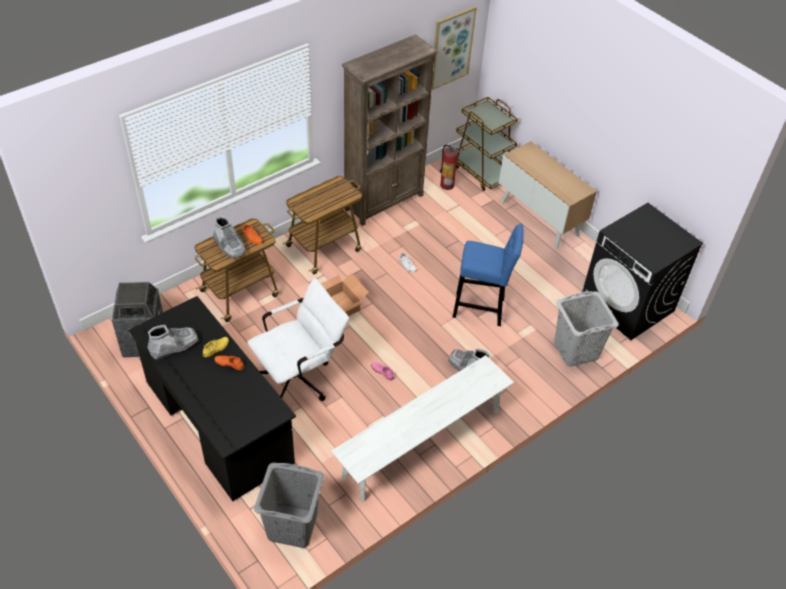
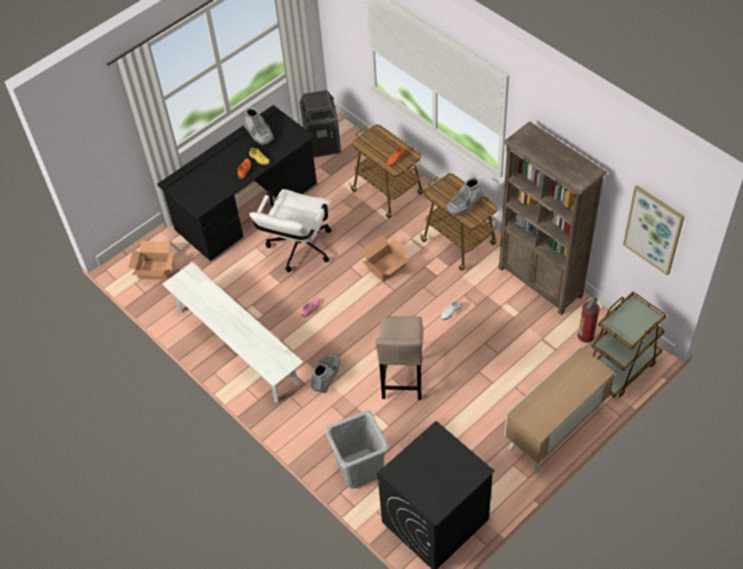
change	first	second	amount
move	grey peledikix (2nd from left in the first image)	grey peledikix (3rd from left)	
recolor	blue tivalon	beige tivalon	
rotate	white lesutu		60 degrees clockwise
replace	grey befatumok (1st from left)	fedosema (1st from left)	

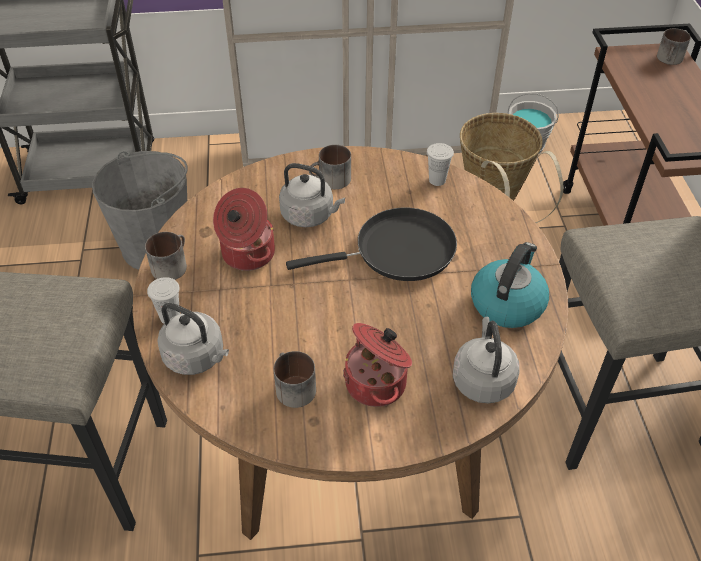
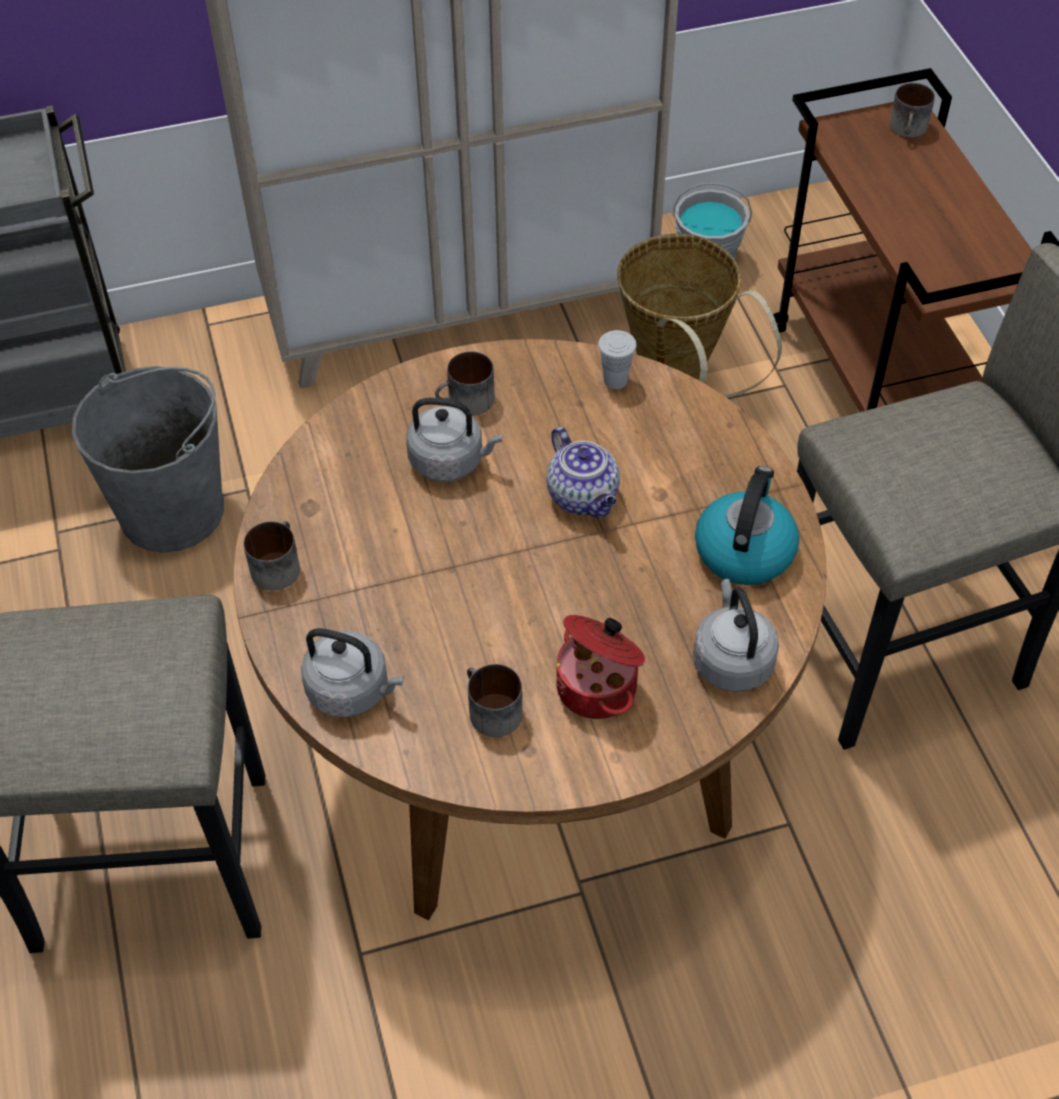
change	first	second	amount
delete	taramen (1st from left)		
replace	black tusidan	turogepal	
delete	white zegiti (1st from left)		

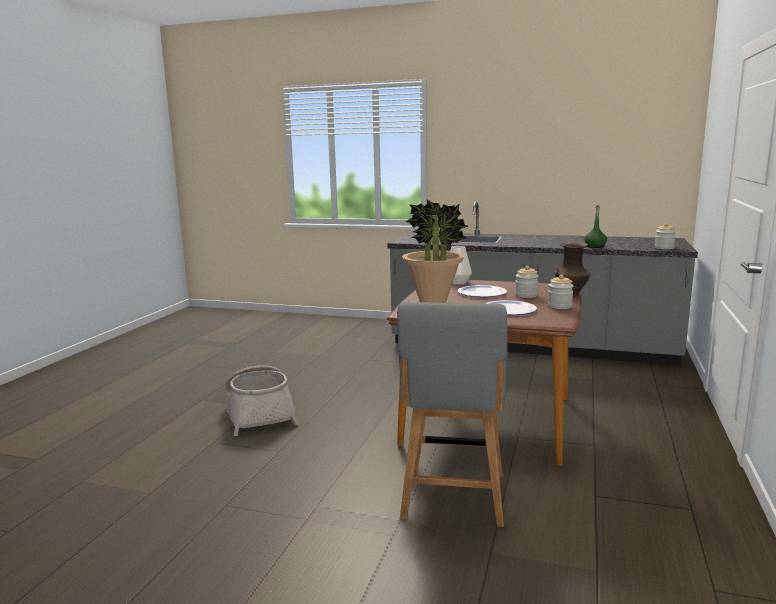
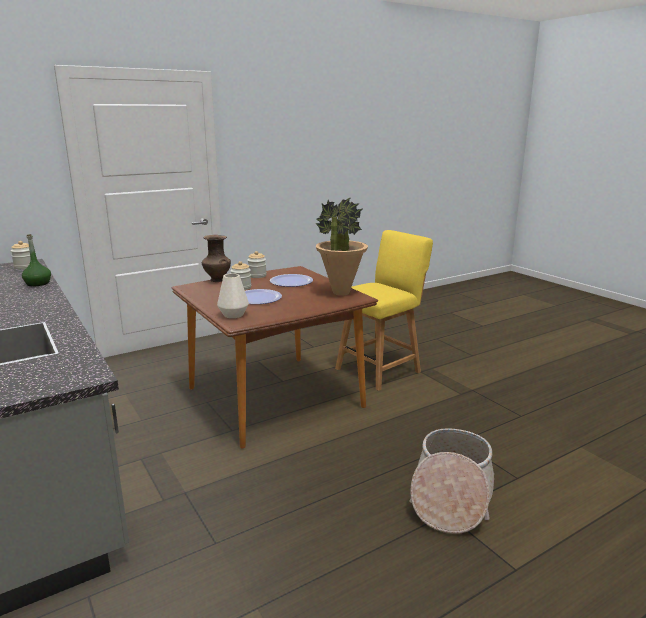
change	first	second	amount
recolor	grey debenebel	yellow debenebel	

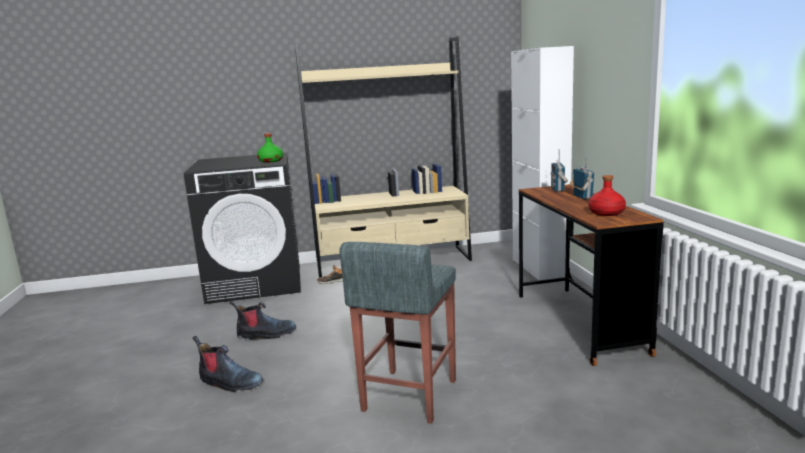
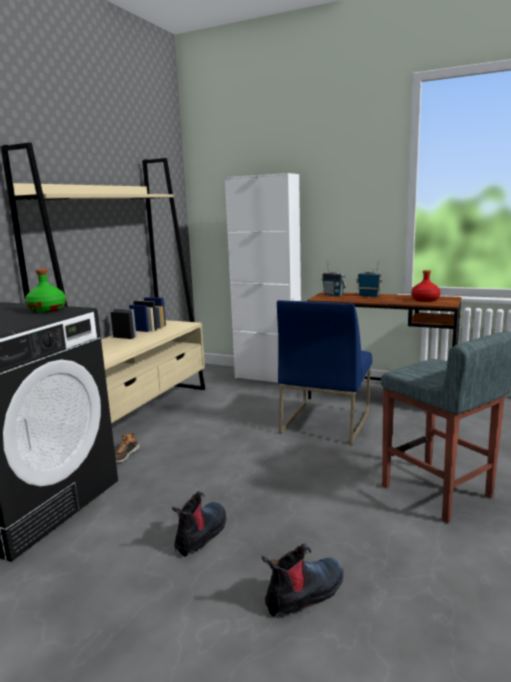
change	first	second	amount
insert		blue debenebel	

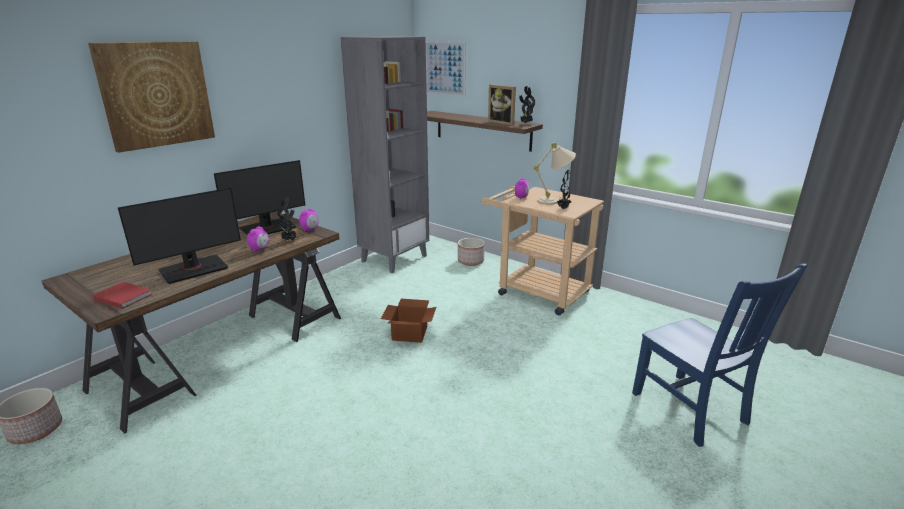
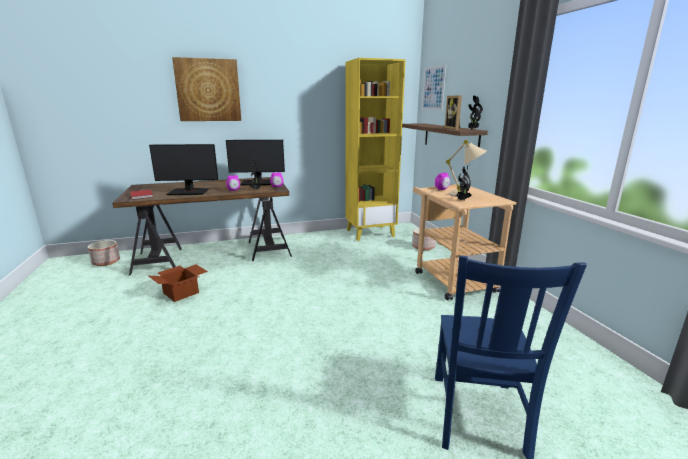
change	first	second	amount
recolor	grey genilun	yellow genilun	
move	fedosema		

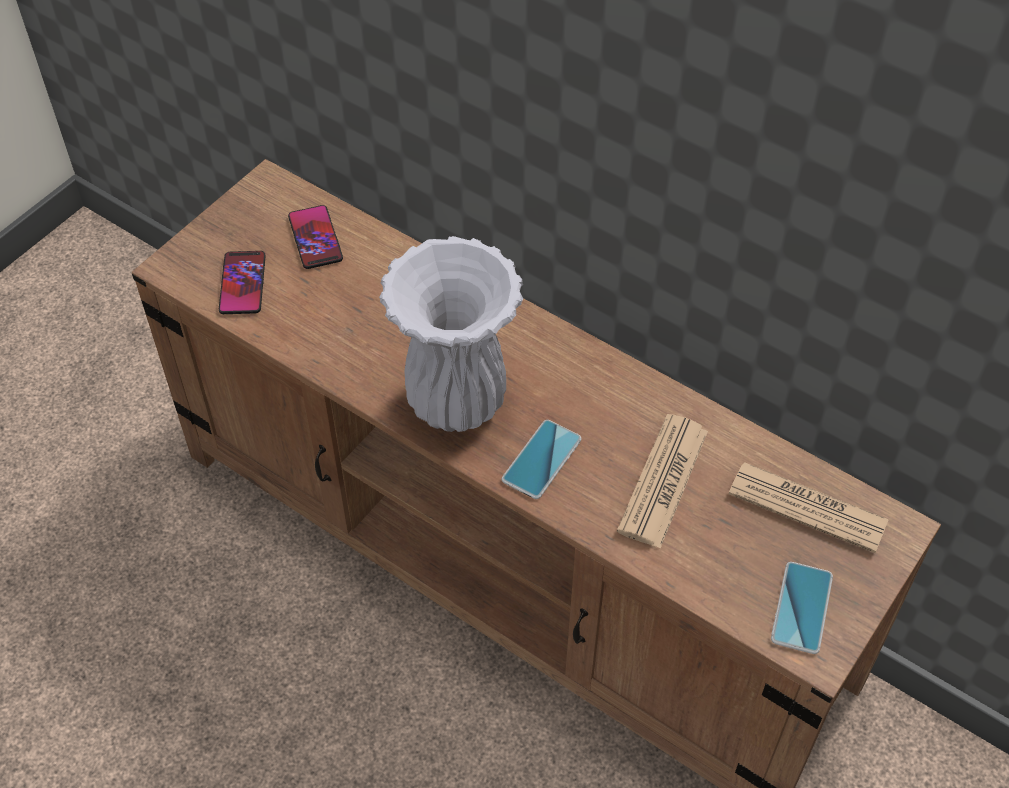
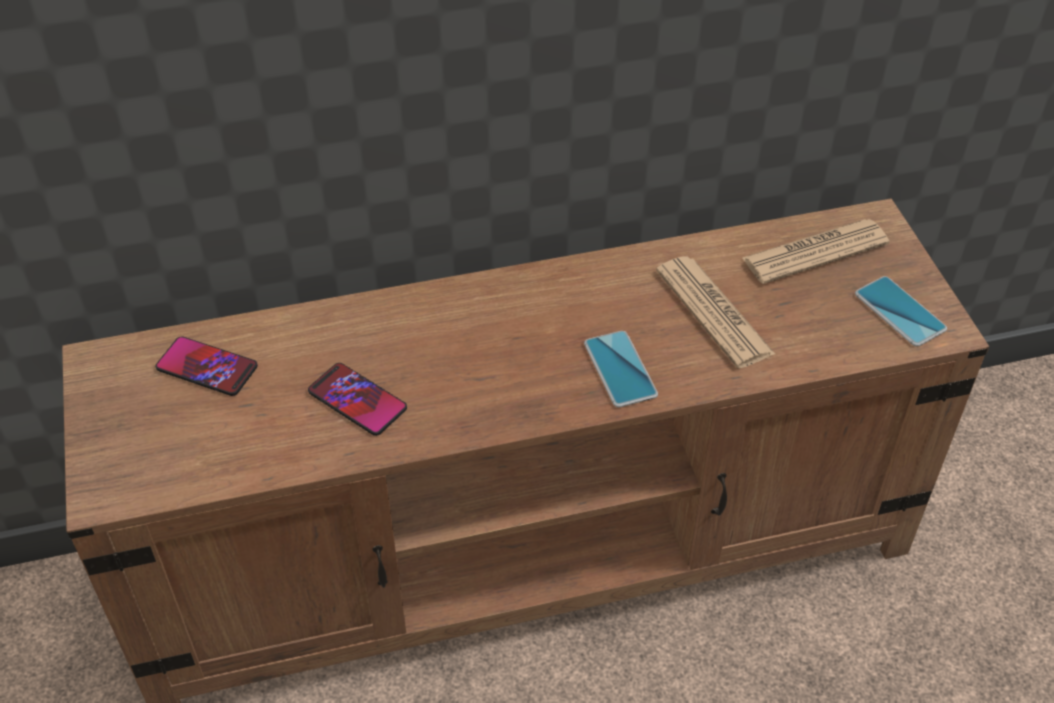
change	first	second	amount
delete	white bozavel		
move	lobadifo (1st from left in the first image)	lobadifo (2nd from left)	

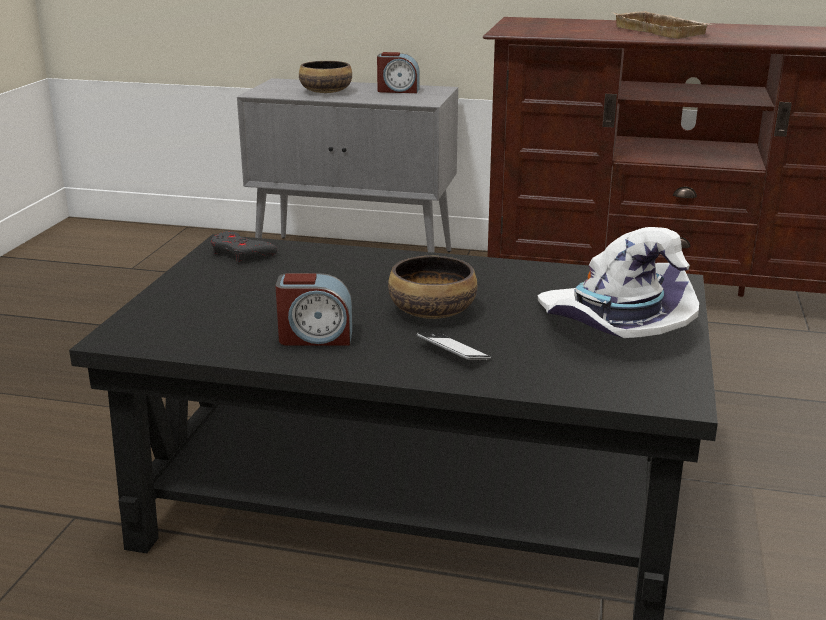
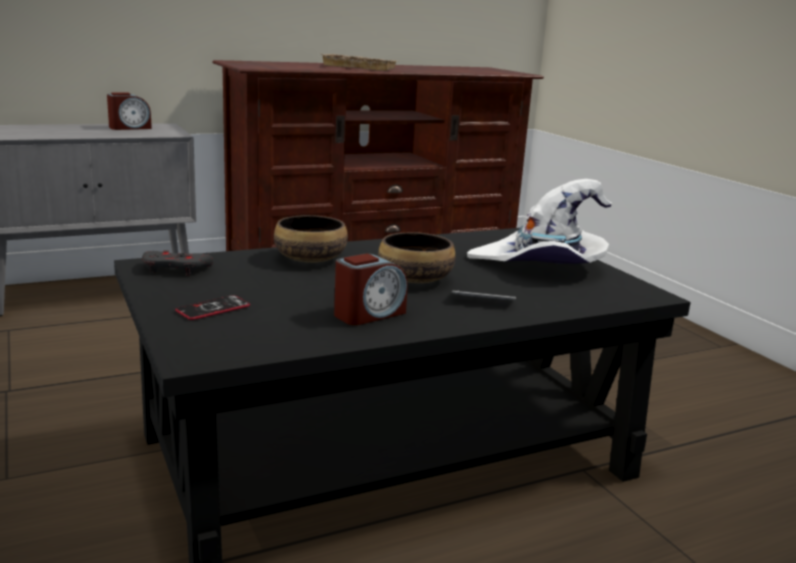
change	first	second	amount
move	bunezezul (1st from left)		
insert		lobadifo (1st from left)	

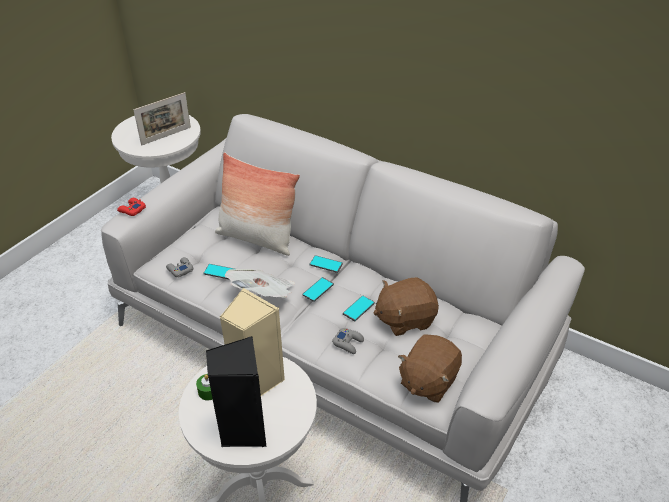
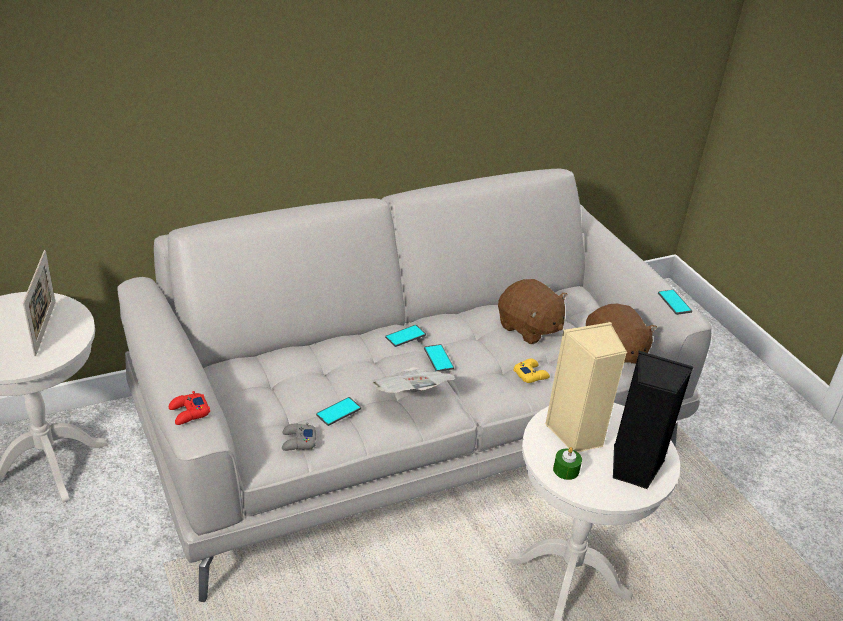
change	first	second	amount
delete	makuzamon		
rotate	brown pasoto (1st from left)		60 degrees counterclockwise
move	lobadifo (4th from left)		
recolor	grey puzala (2nd from left)	yellow puzala	

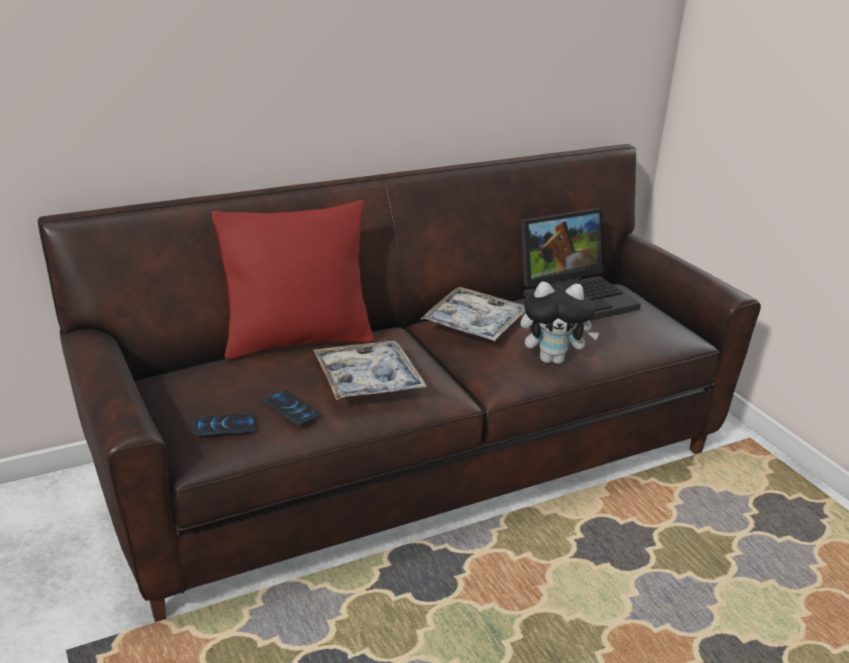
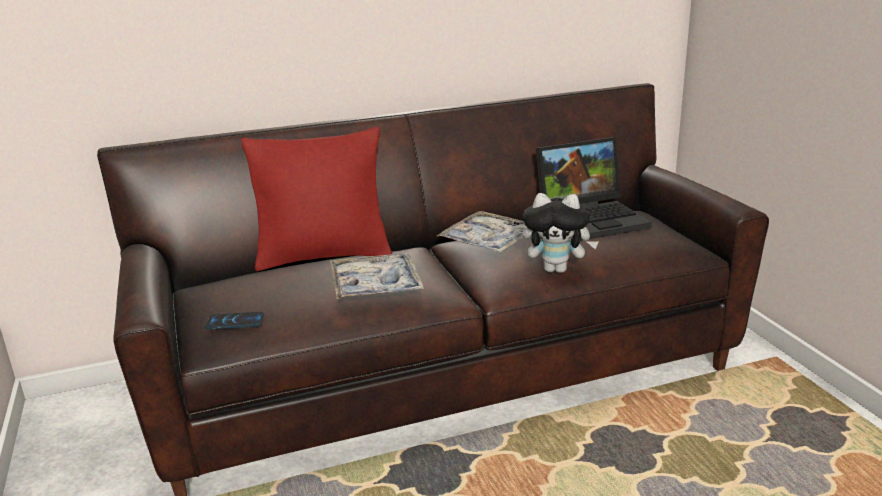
change	first	second	amount
delete	lobadifo (2nd from left)		

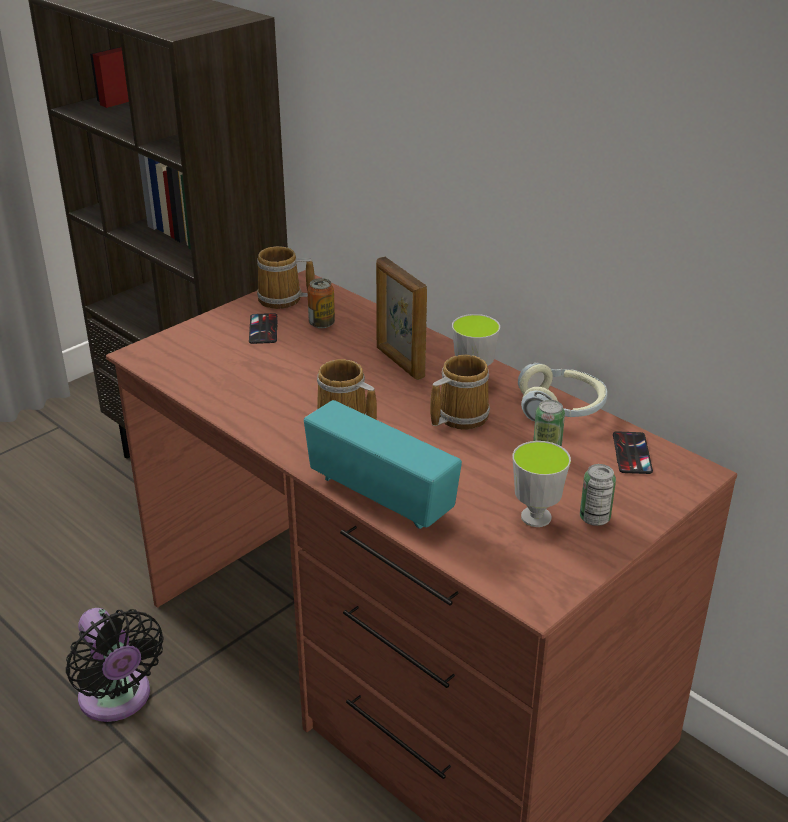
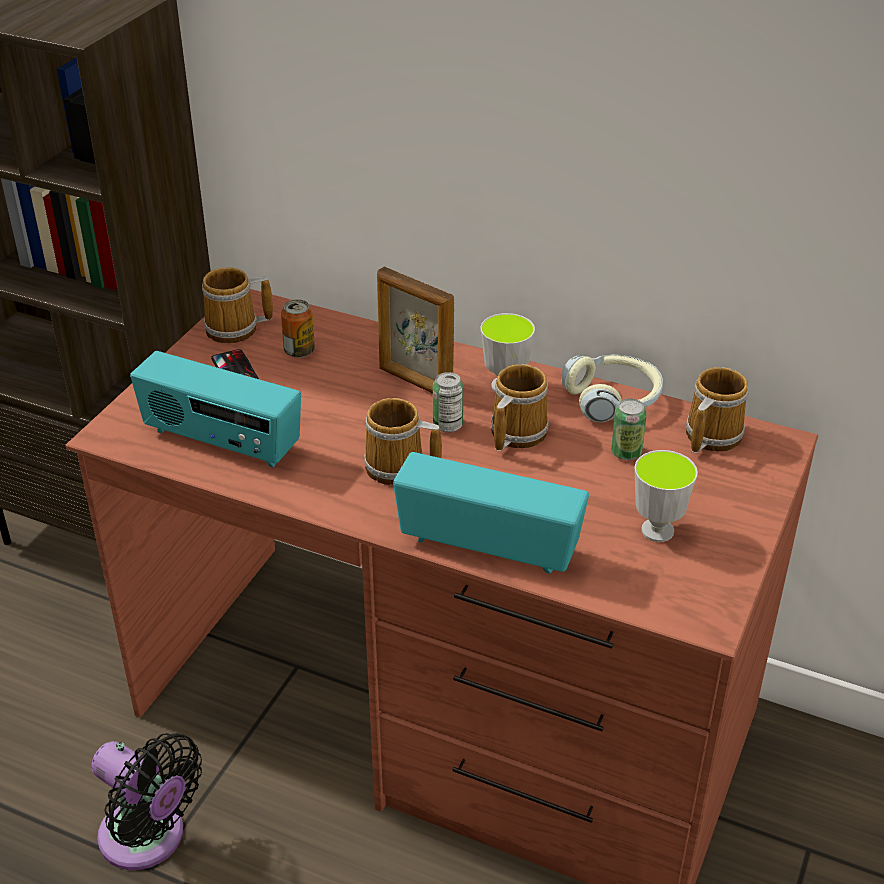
change	first	second	amount
replace	lobadifo (2nd from left)	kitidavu (4th from left)	
move	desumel (3rd from left in the first image)	desumel (2nd from left)	
insert		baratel (1st from left)	

